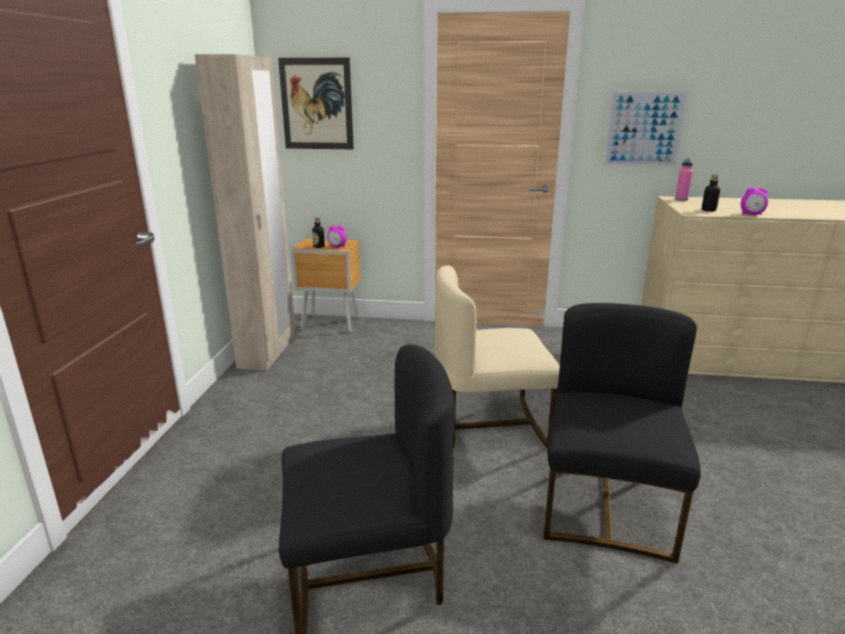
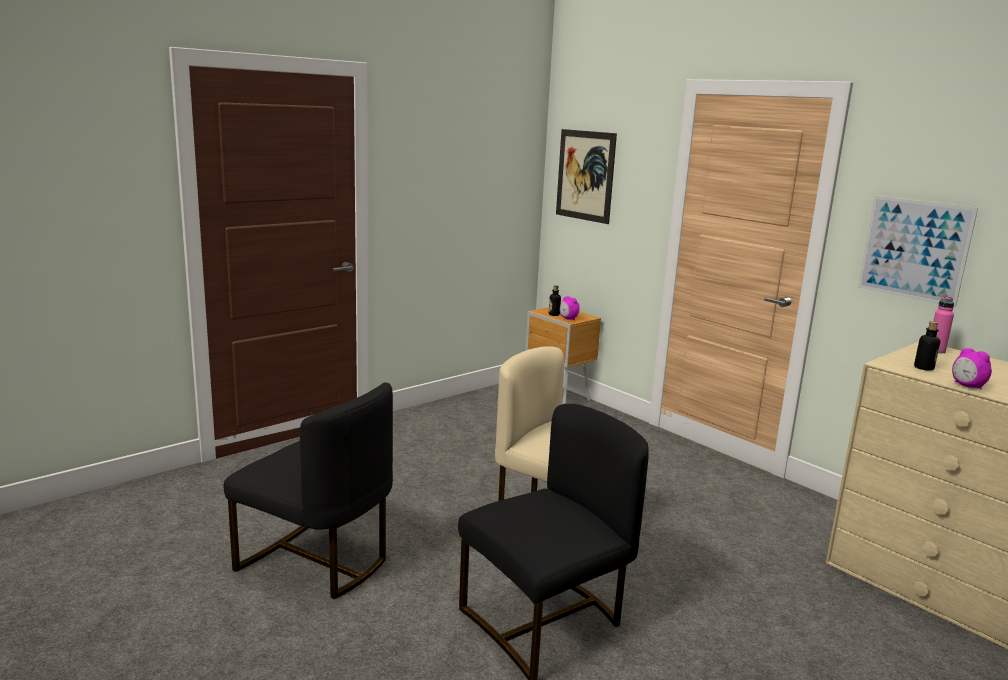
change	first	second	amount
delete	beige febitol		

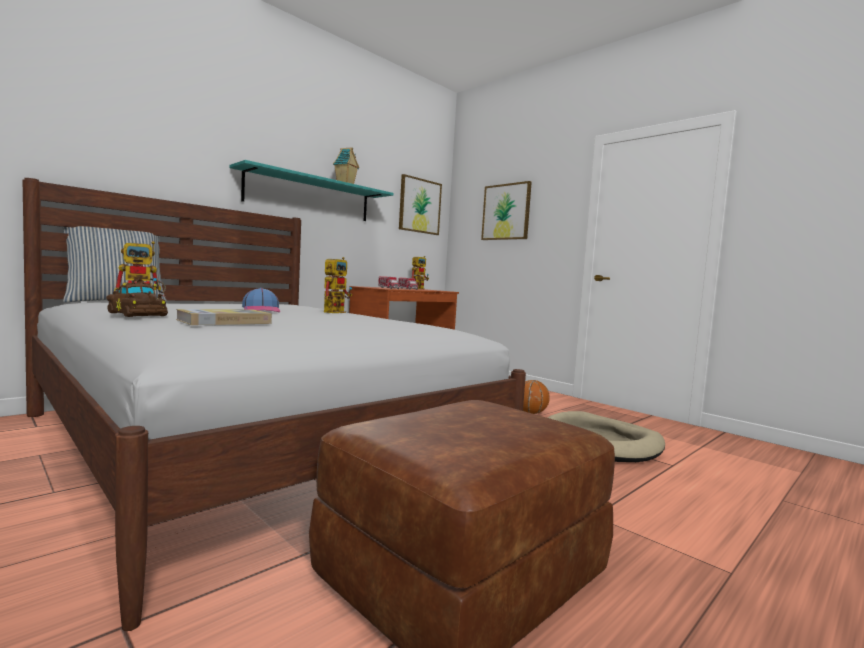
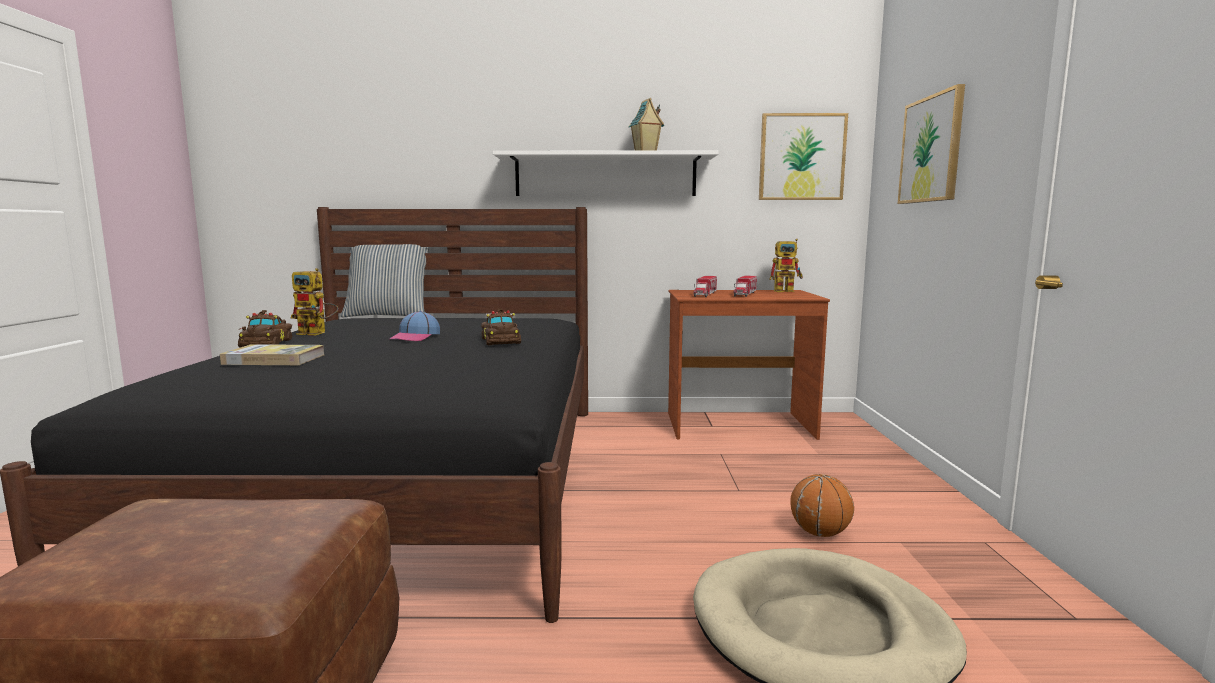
change	first	second	amount
recolor	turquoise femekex	white femekex	
recolor	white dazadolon	black dazadolon	
replace	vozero (2nd from left)	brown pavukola (2nd from left)	

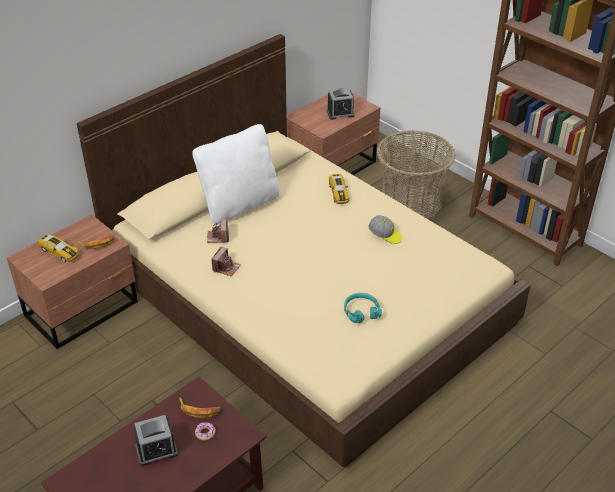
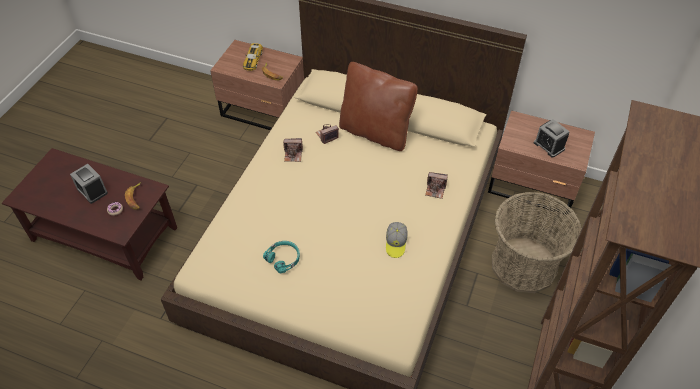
change	first	second	amount
recolor	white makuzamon	brown makuzamon	
replace	pavukola (2nd from left)	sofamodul (3rd from left)	

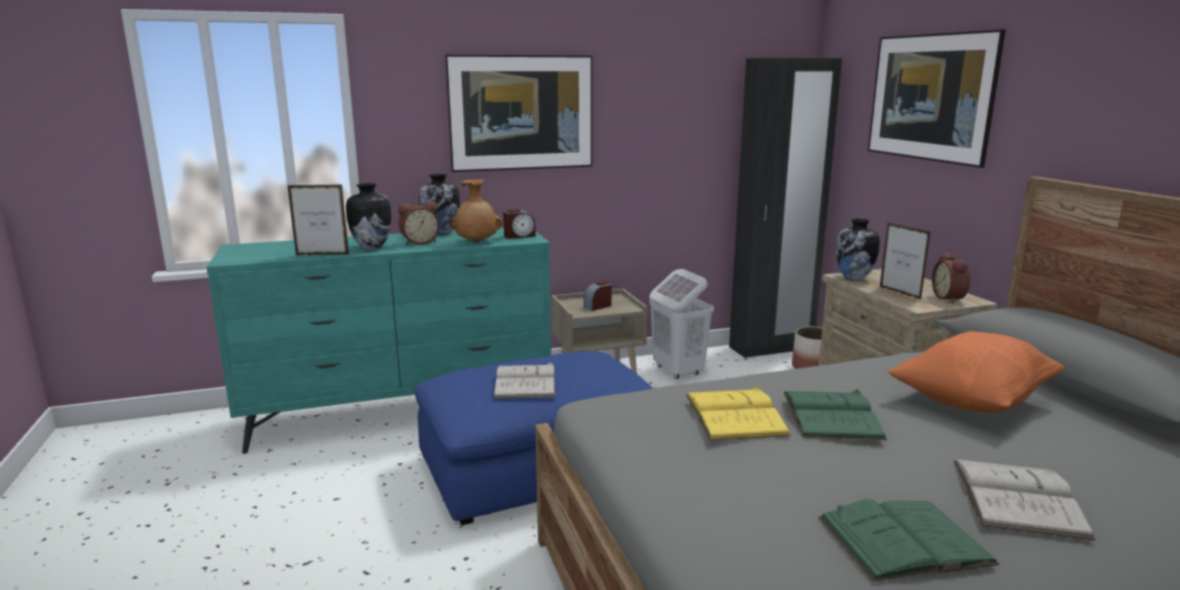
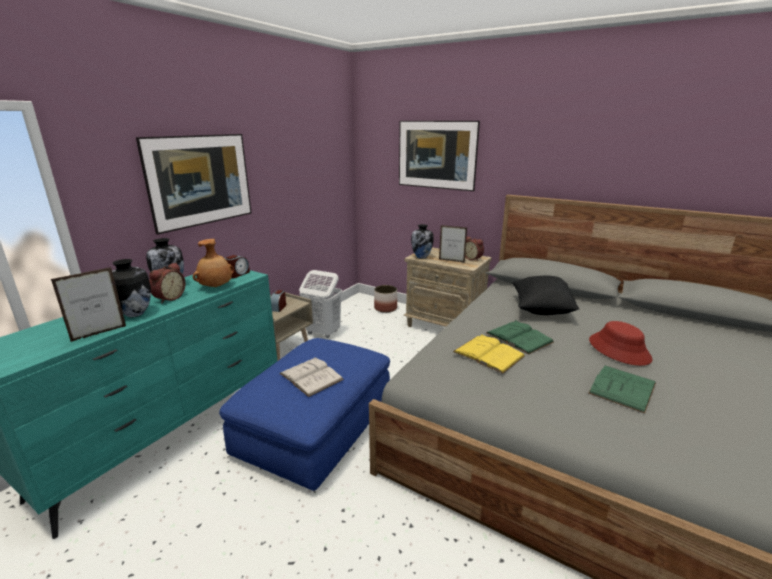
change	first	second	amount
delete	black febitol		
recolor	orange makuzamon	black makuzamon	
replace	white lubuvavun (2nd from left)	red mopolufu	

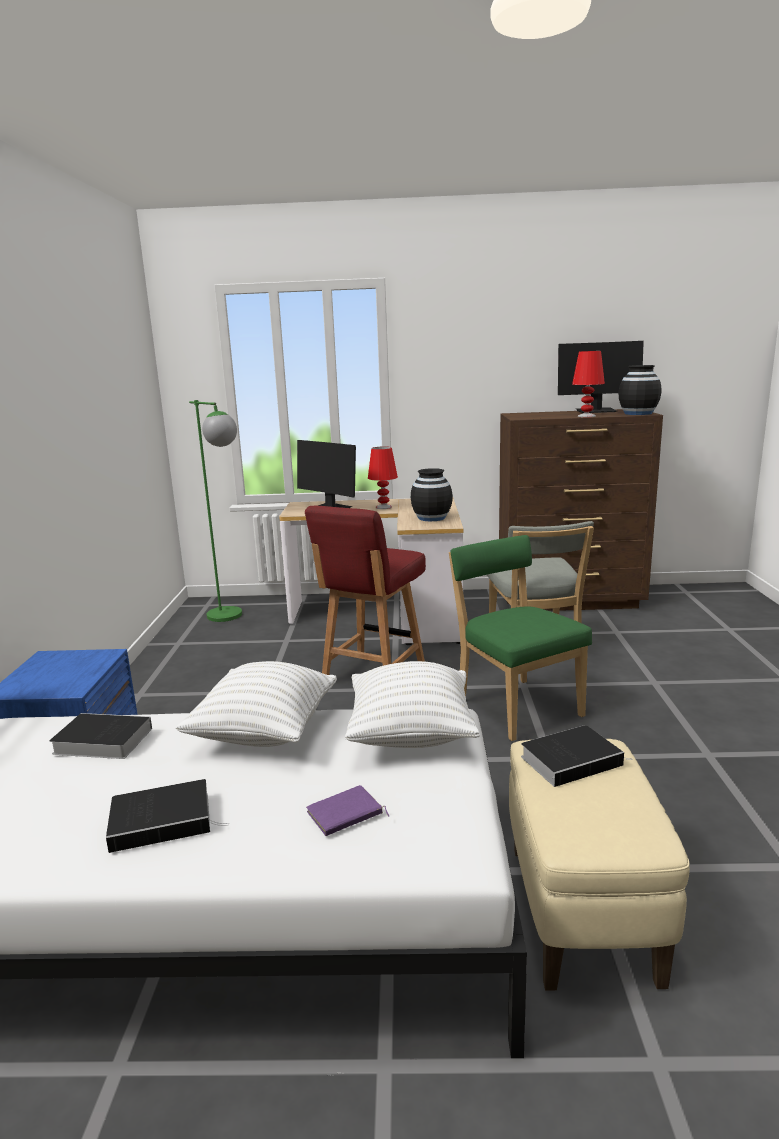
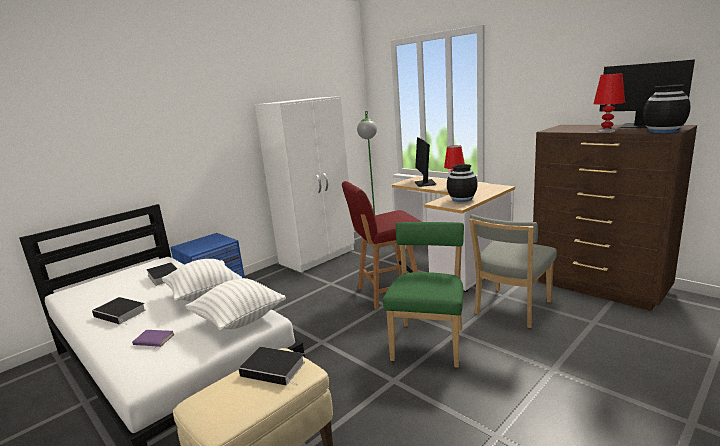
change	first	second	amount
insert		white febitol	

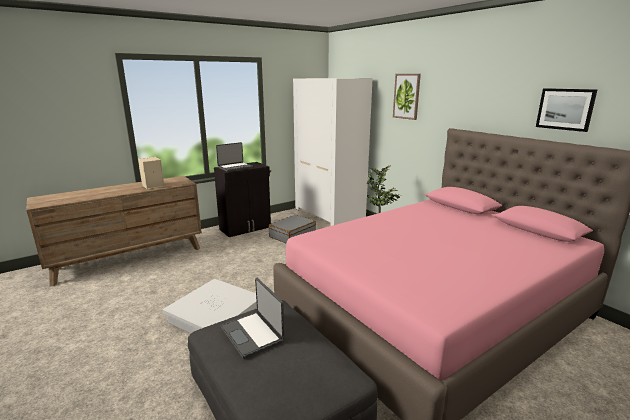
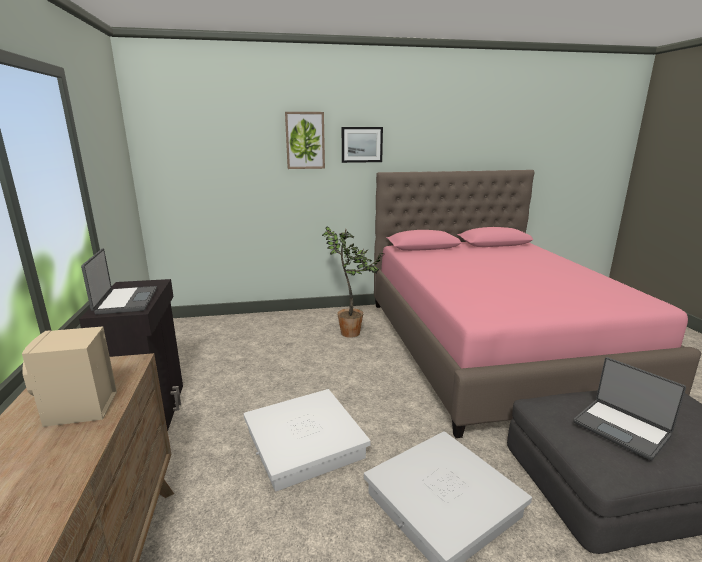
change	first	second	amount
delete	white febitol		
move	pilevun (2nd from left)		
delete	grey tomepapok		
rotate	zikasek (2nd from left)		60 degrees clockwise
insert		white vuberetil (1st from left)	

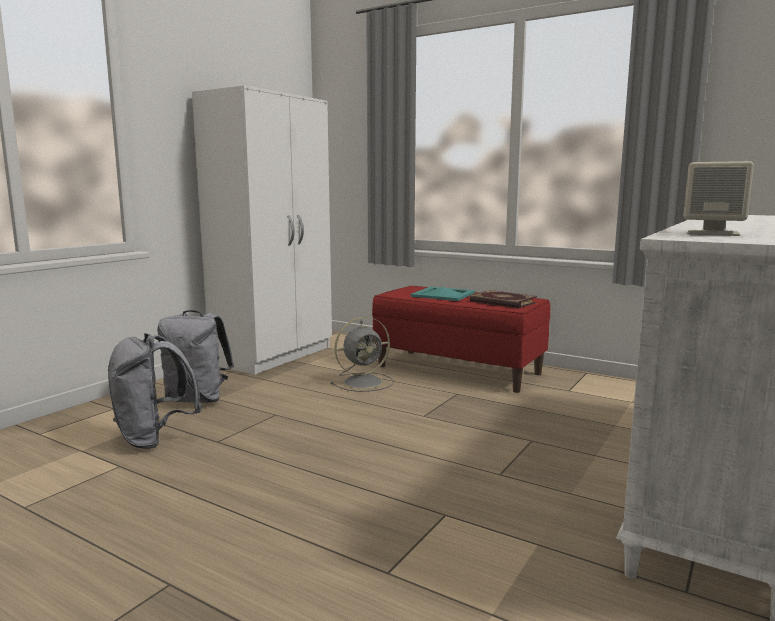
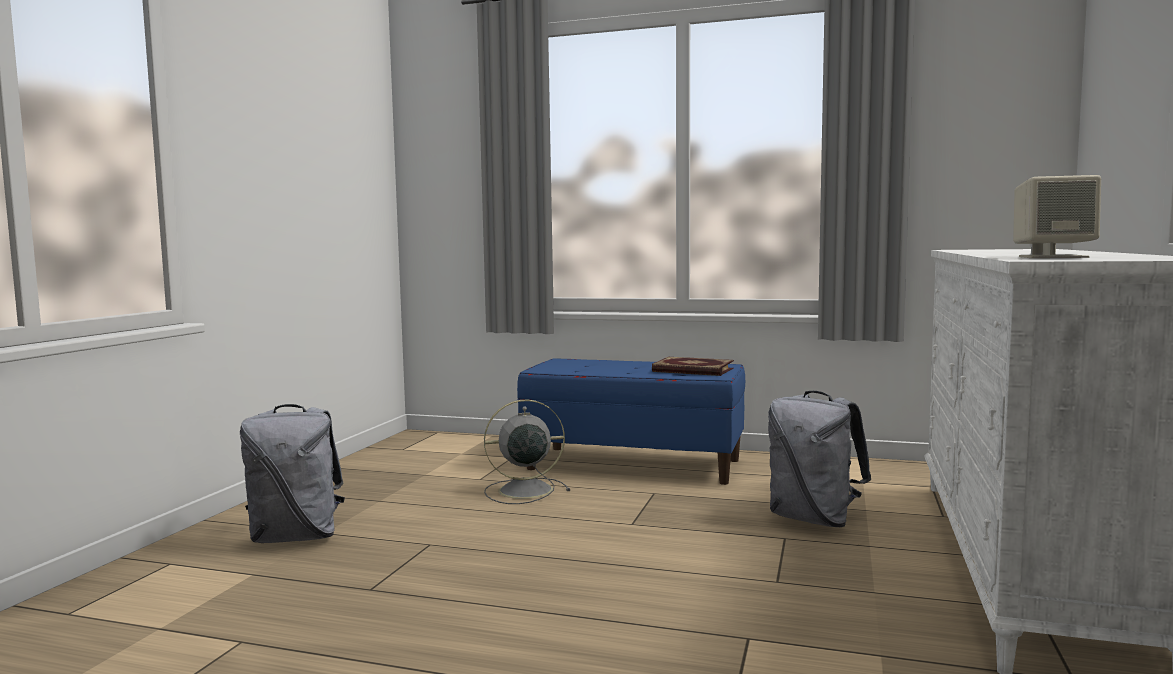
change	first	second	amount
delete	white febitol		
recolor	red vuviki	blue vuviki	
delete	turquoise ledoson		
rotate	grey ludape		150 degrees counterclockwise
move	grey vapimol (1st from left in the first image)	grey vapimol (2nd from left)	

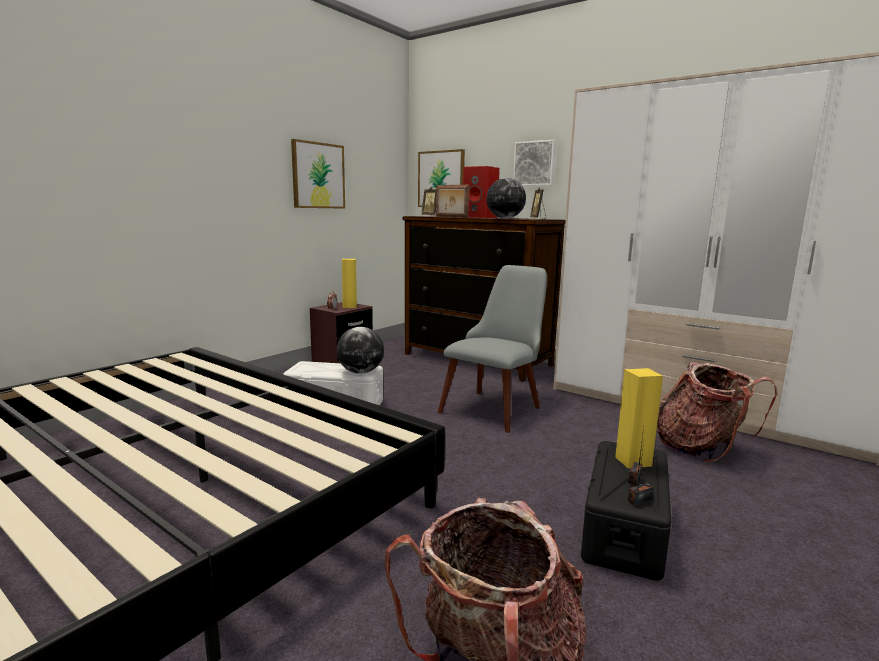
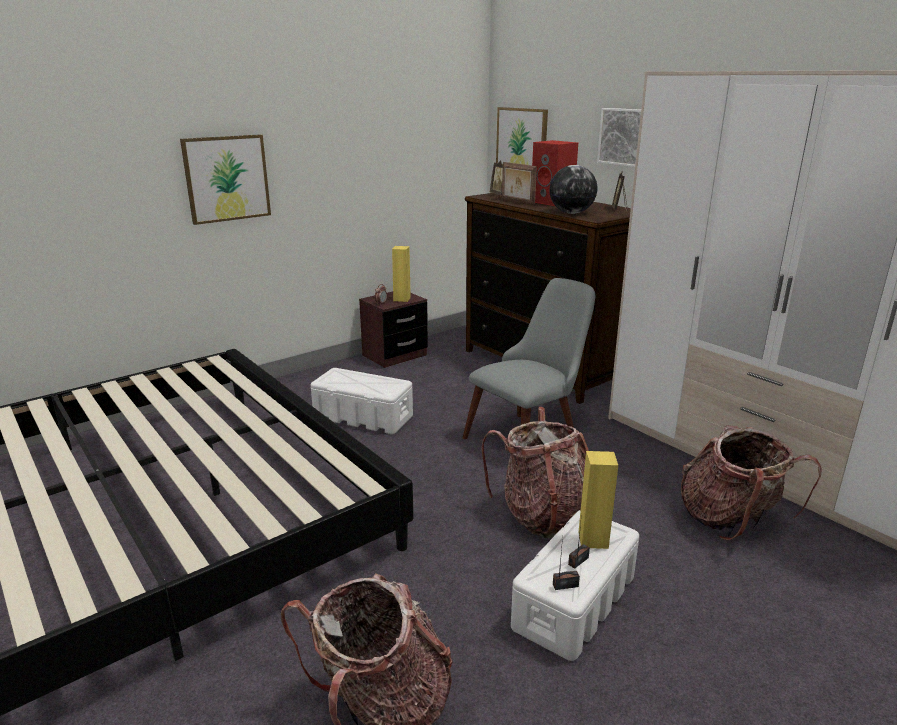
change	first	second	amount
move	pilevun (1st from left)		
delete	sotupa (1st from left)		
recolor	black vuberetil	white vuberetil (2nd from left)	
insert		vapimol (2nd from left)	

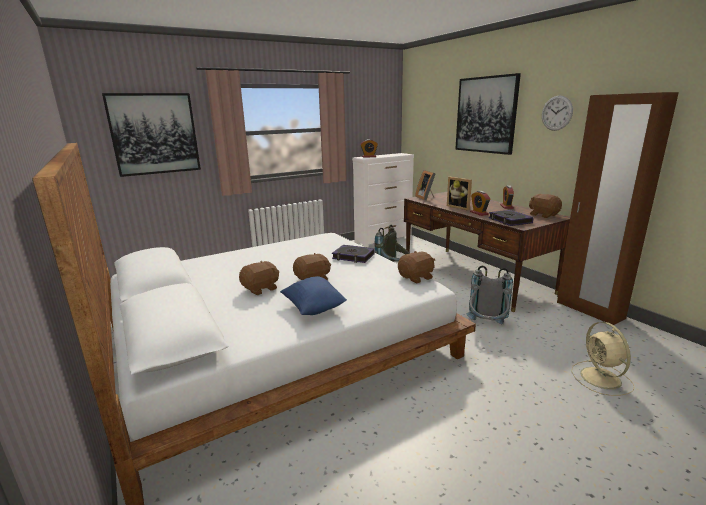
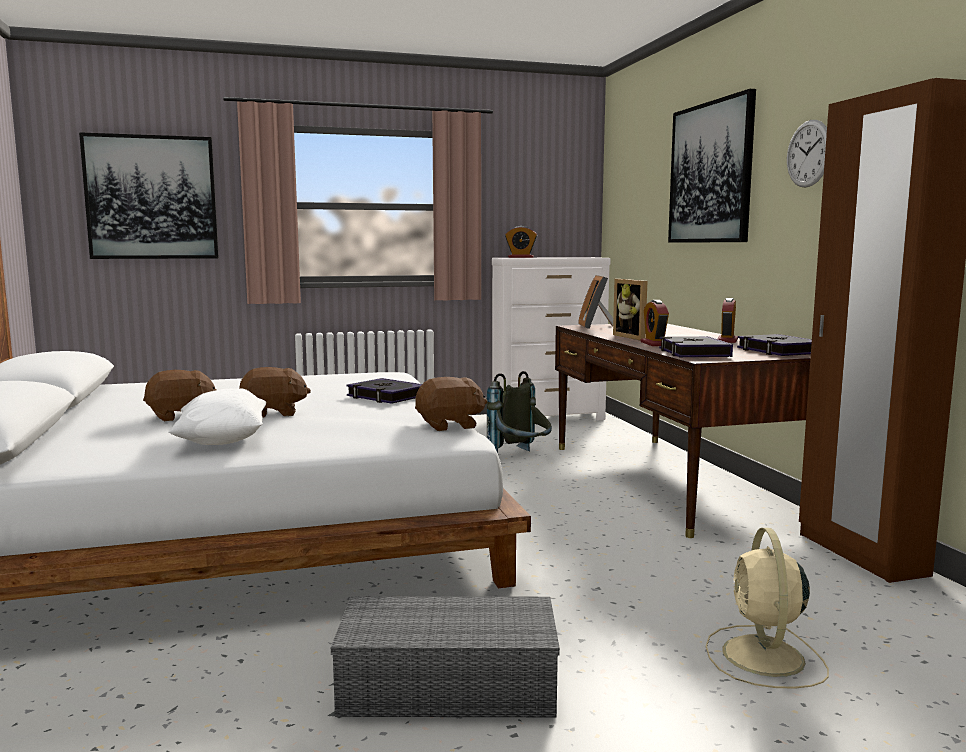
change	first	second	amount
replace	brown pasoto (4th from left)	lubuvavun (3rd from left)	
delete	grey vapimol (2nd from left)		
recolor	blue makuzamon	white makuzamon	
insert		grey vuberetil	

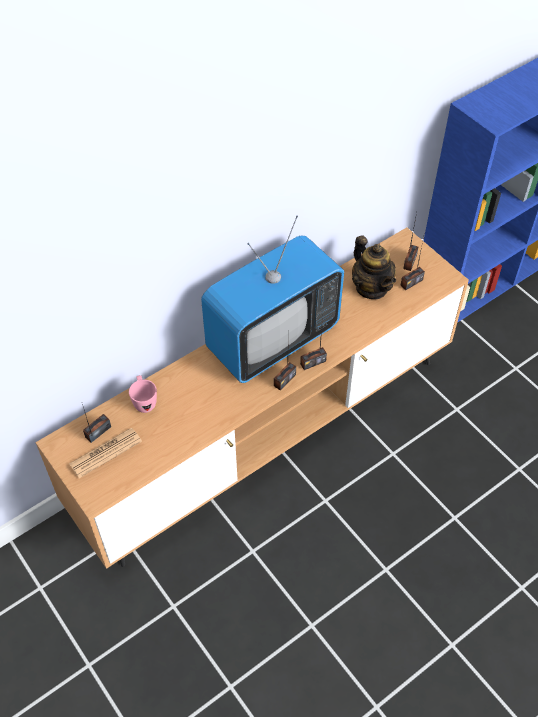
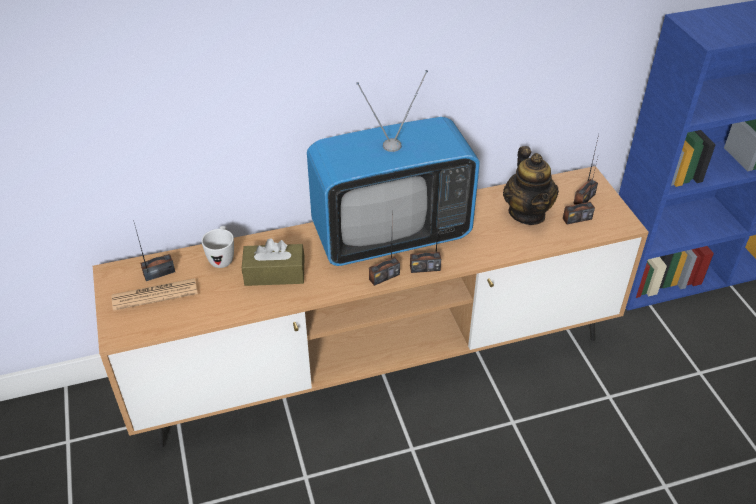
change	first	second	amount
recolor	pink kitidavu	white kitidavu	
insert		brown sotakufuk	

